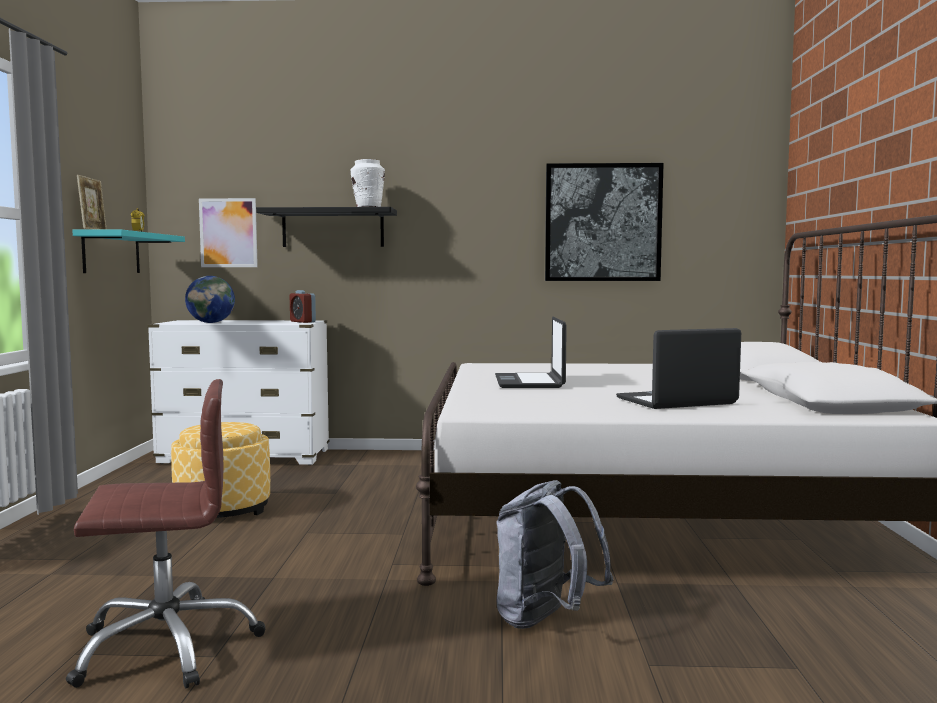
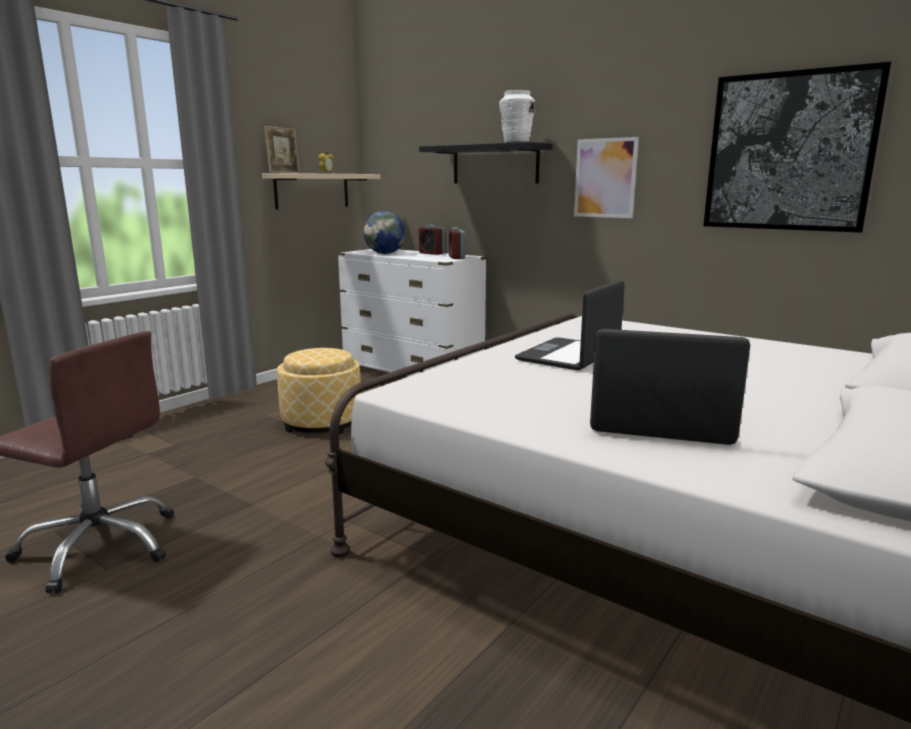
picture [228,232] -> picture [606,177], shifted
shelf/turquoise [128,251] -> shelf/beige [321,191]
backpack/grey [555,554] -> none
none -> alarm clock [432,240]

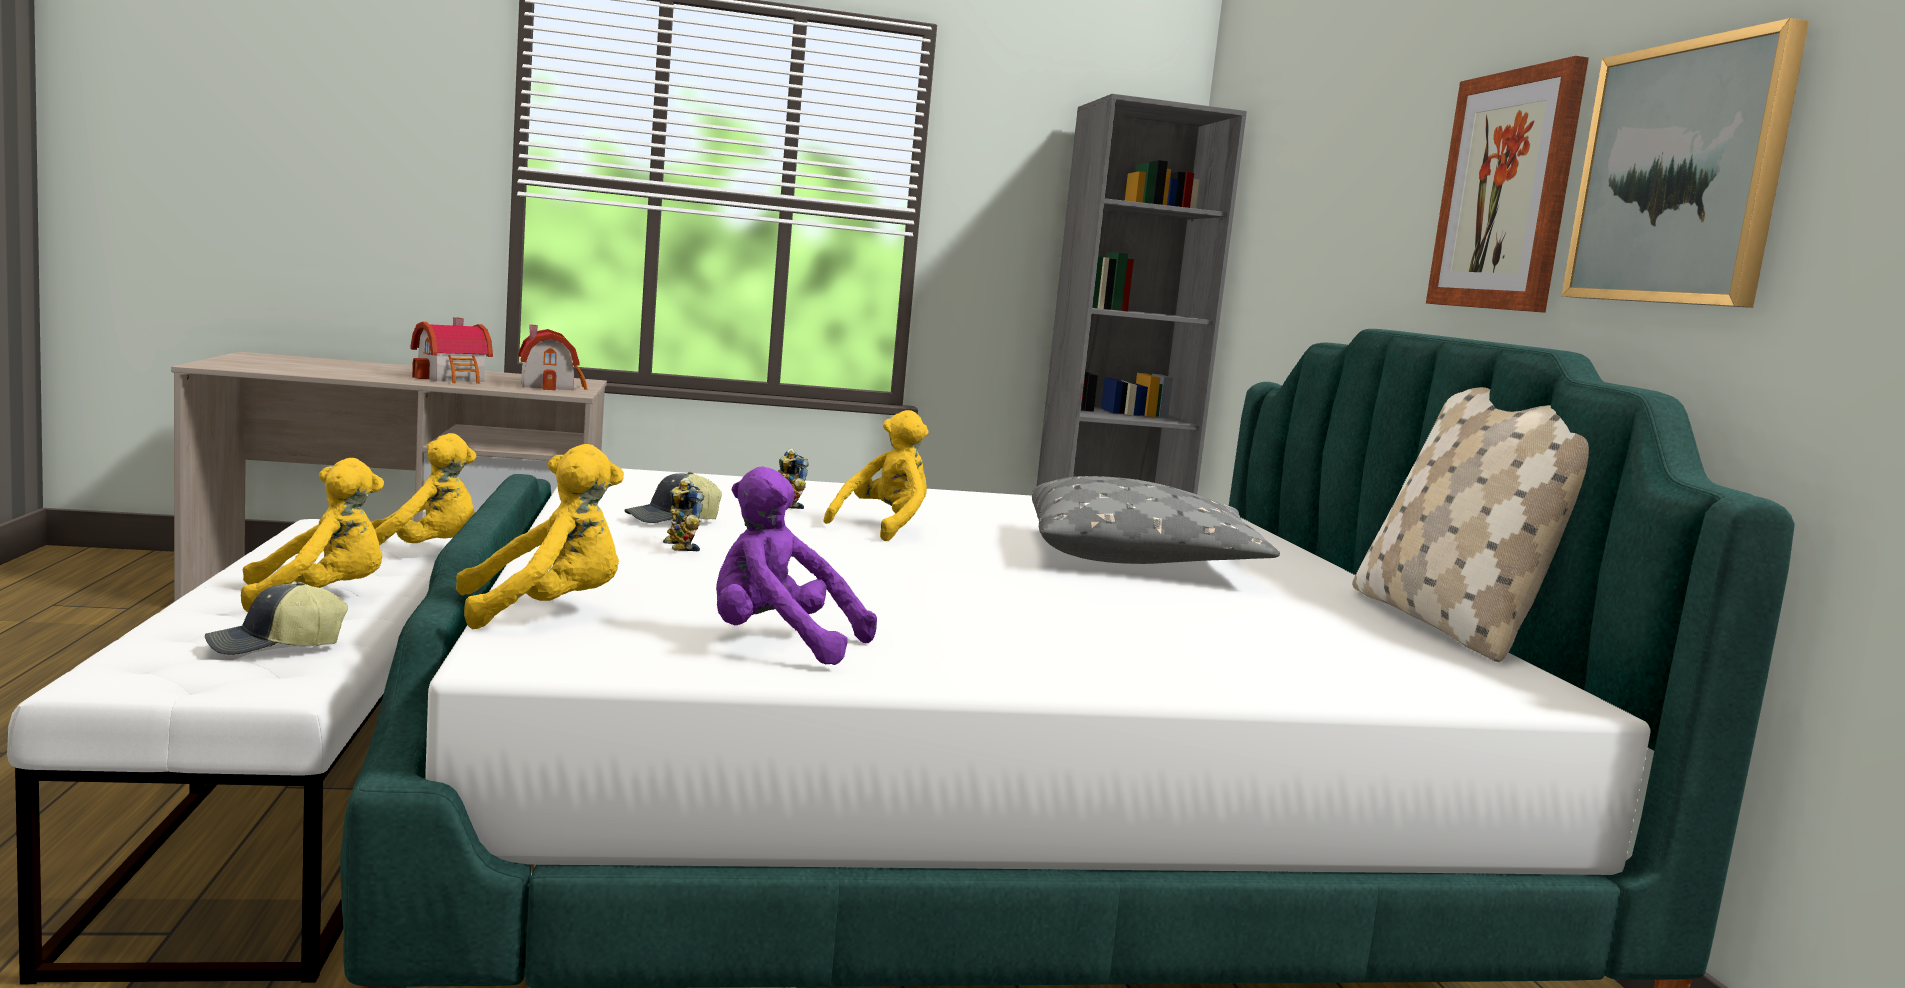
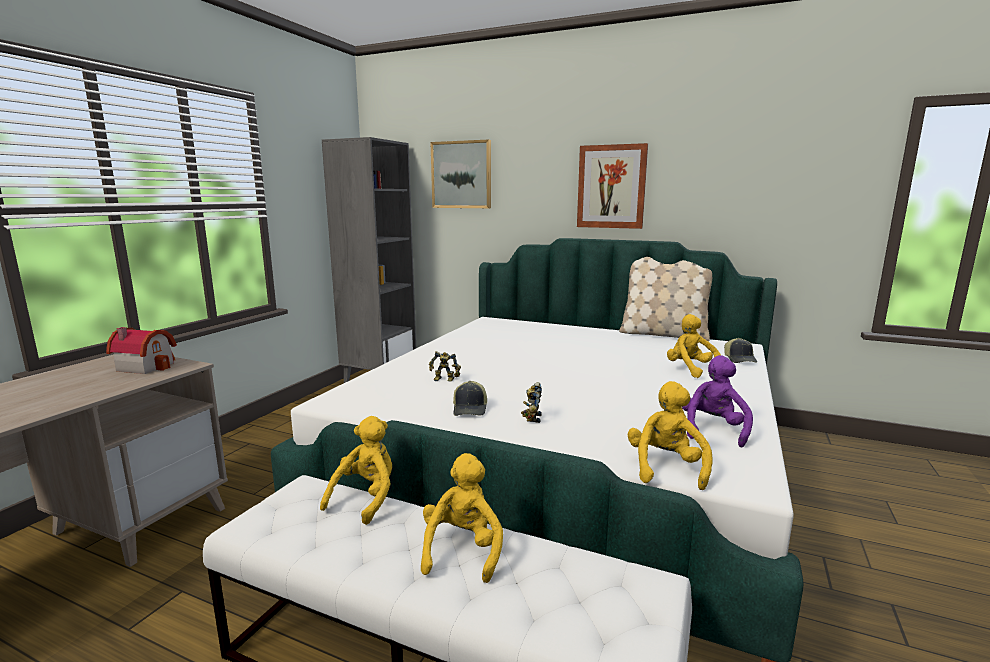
picture [1685,163] -> picture [460,173], shifted
toy house [451,350] -> none
plush toy/yellow [876,475] -> plush toy/yellow [694,346], shifted
plush toy/purple [796,565] -> plush toy/purple [717,401], 150 degrees clockwise
pillow/grey [1156,520] -> none
toy robot [683,514] -> toy robot [531,402], 90 degrees clockwise
cap [276,618] -> cap [740,350], shifted

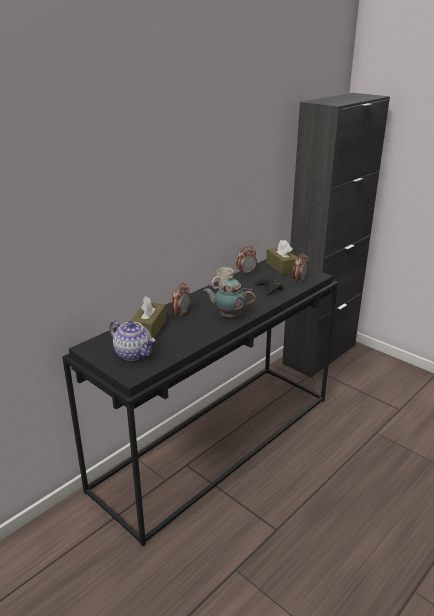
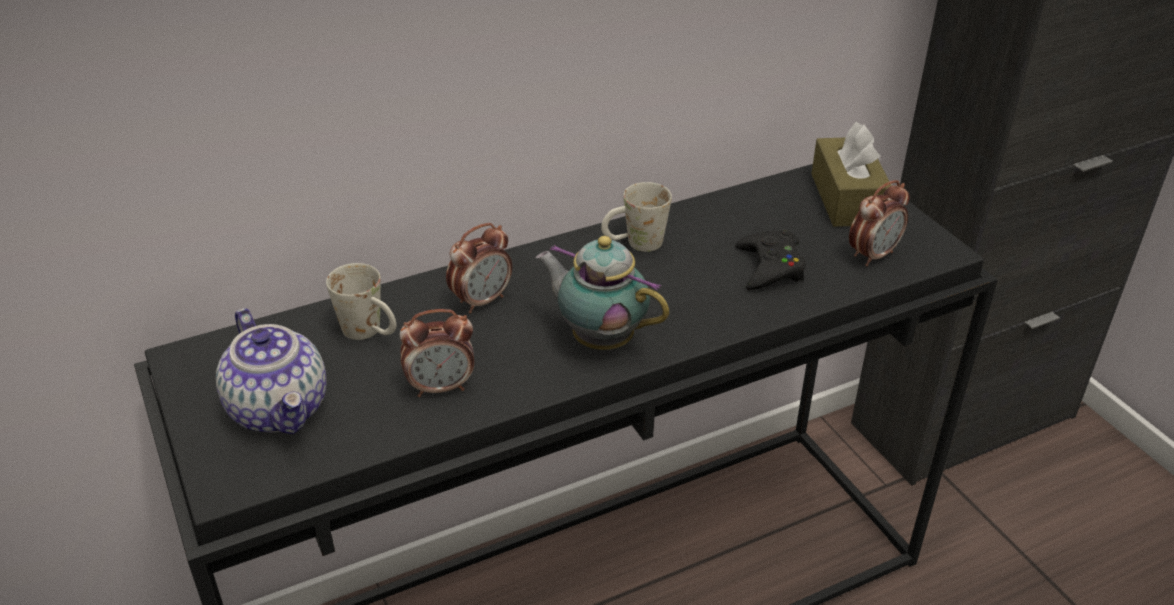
alarm clock [246,260] -> alarm clock [436,353], shifted
tissue box/brown [148,317] -> mug/white [361,301]

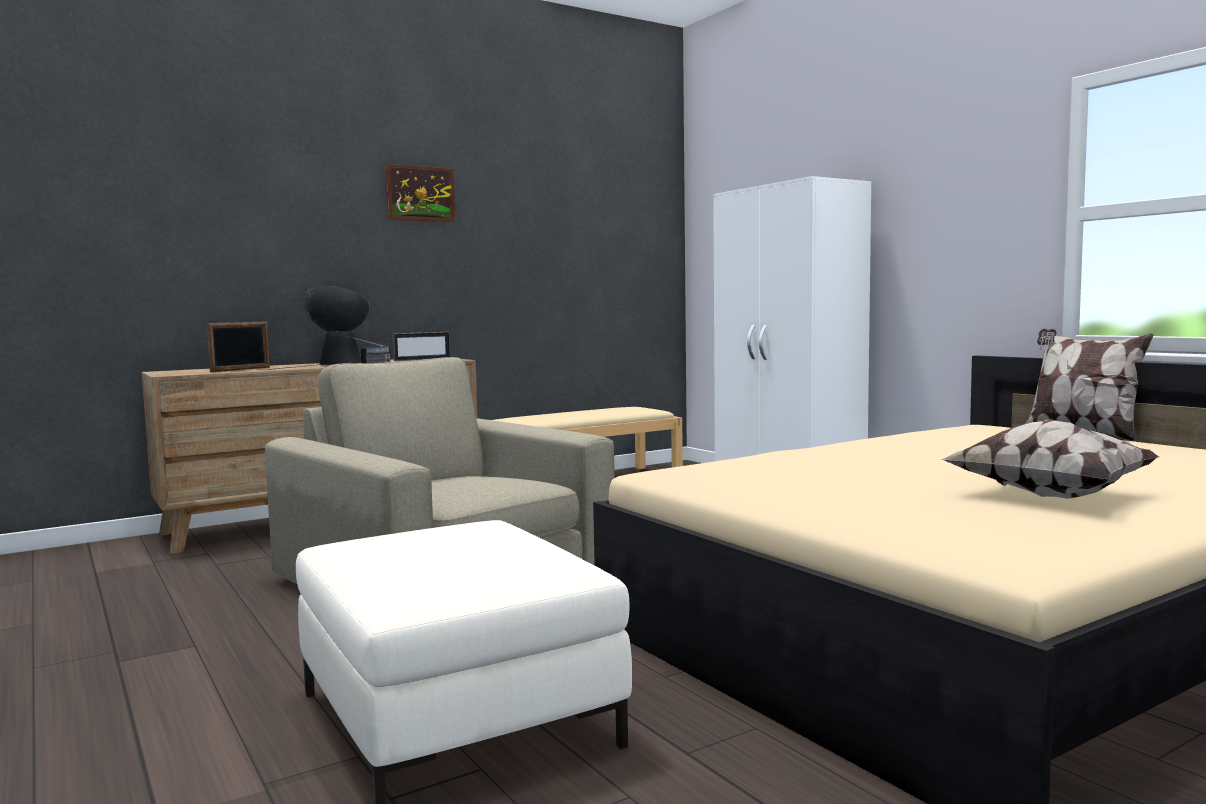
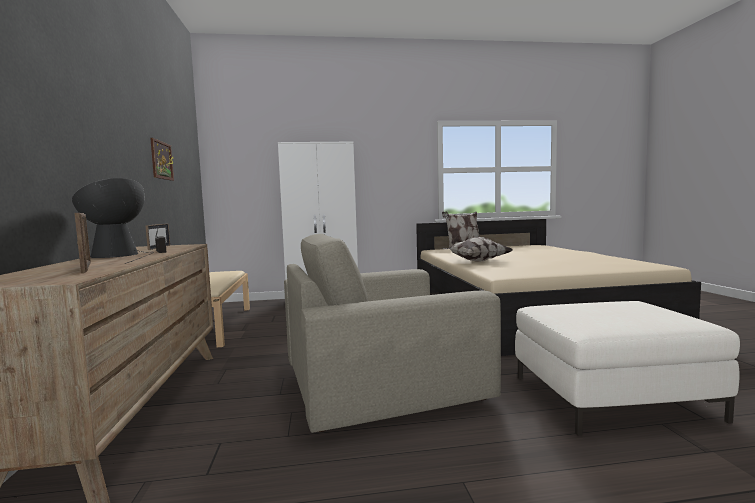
picture [421,193] -> picture [162,159], shifted
pillow [1049,459] -> pillow [478,249], shifted

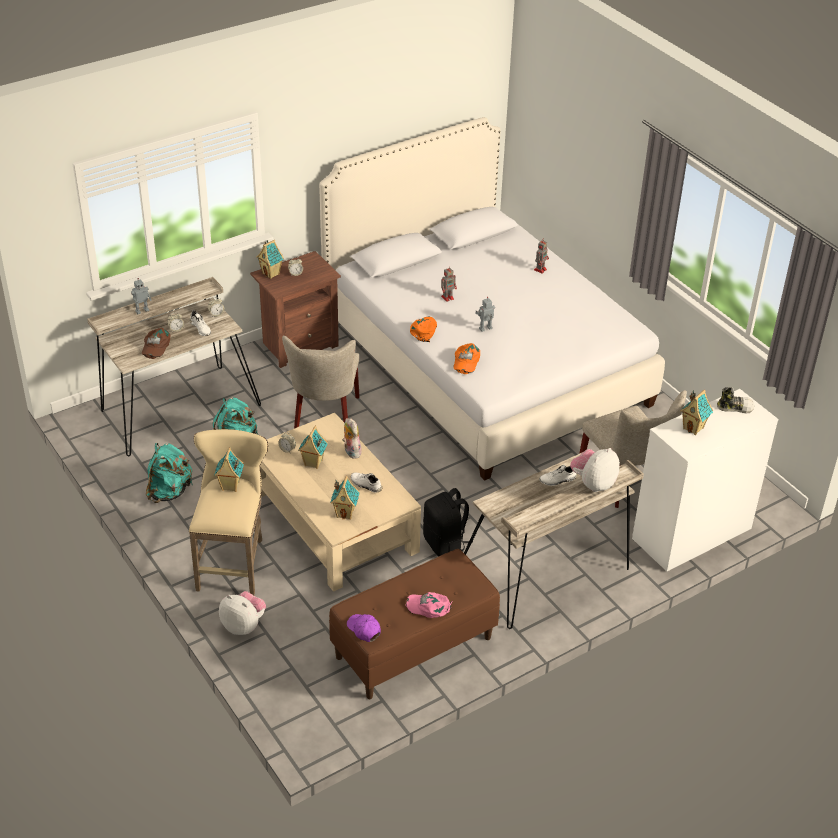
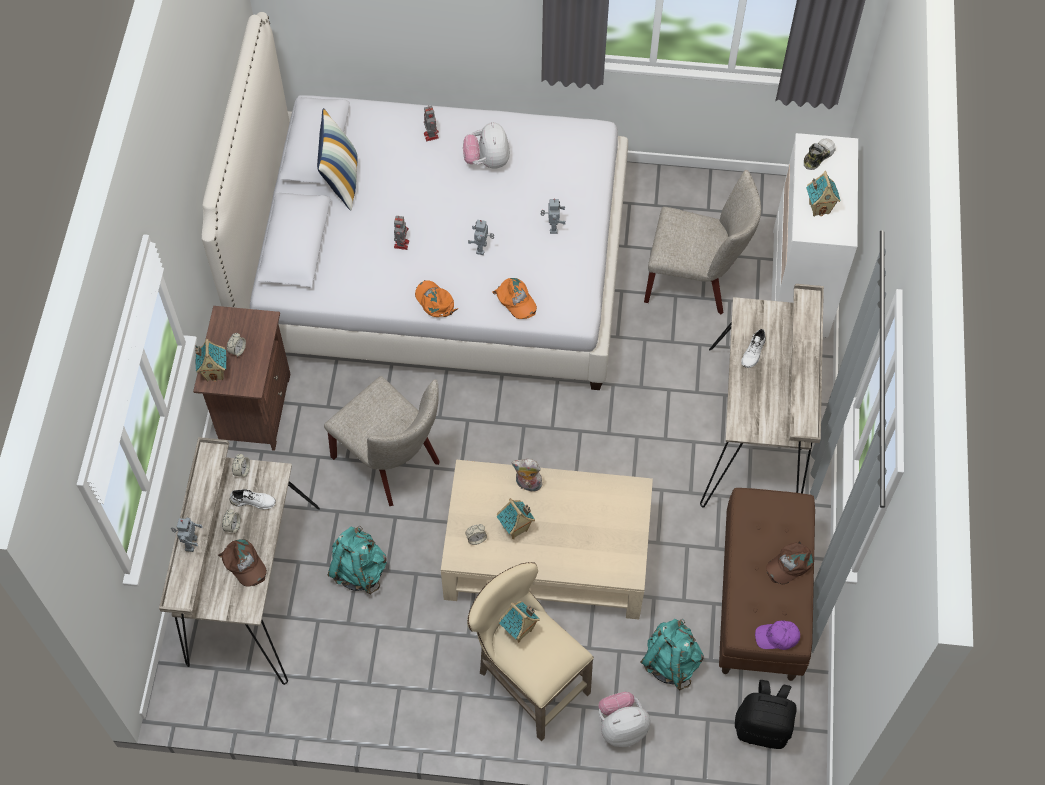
backpack/turquoise [169,473] -> backpack/turquoise [672,655], shifted
plush toy [595,470] -> plush toy [486,145], shifted
shoe/white [366,483] -> none
toy house [345,498] -> none
backpack/black [448,522] -> backpack/black [766,714], shifted
cap/pink [429,605] -> cap/brown [790,562]
none -> pillow [337,159]
none -> toy robot [553,216]

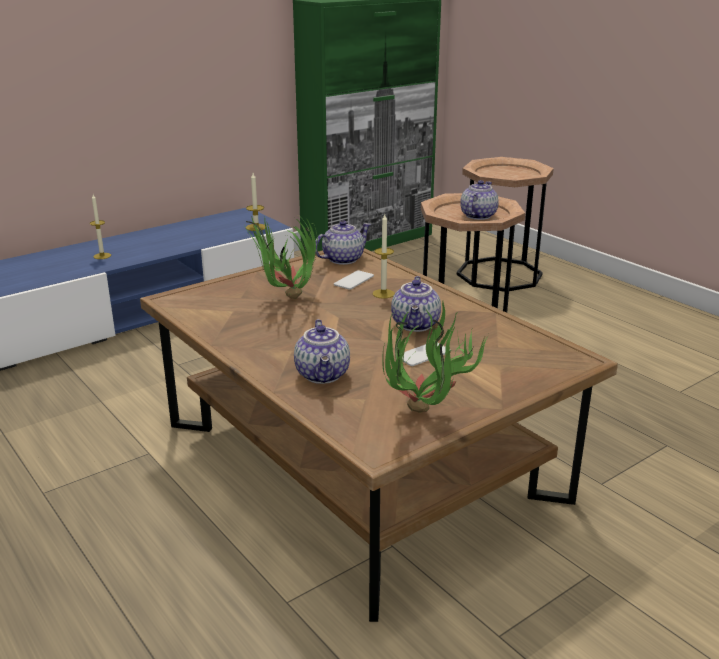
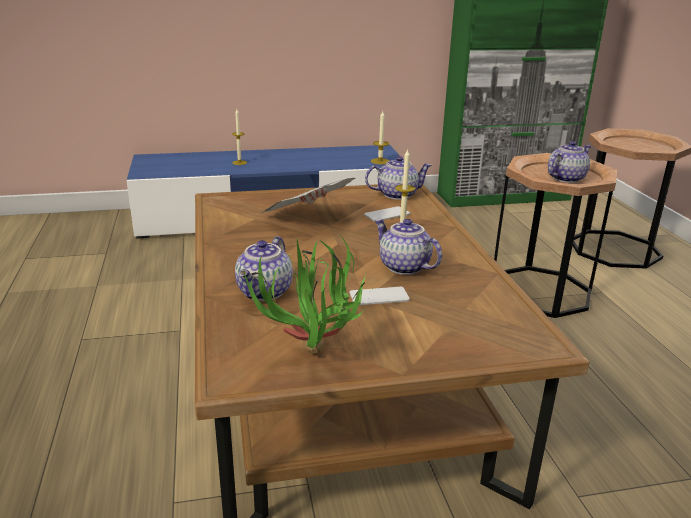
potted plant [281,257] -> newspaper [308,195]
teapot [416,304] -> teapot [408,247], 105 degrees clockwise

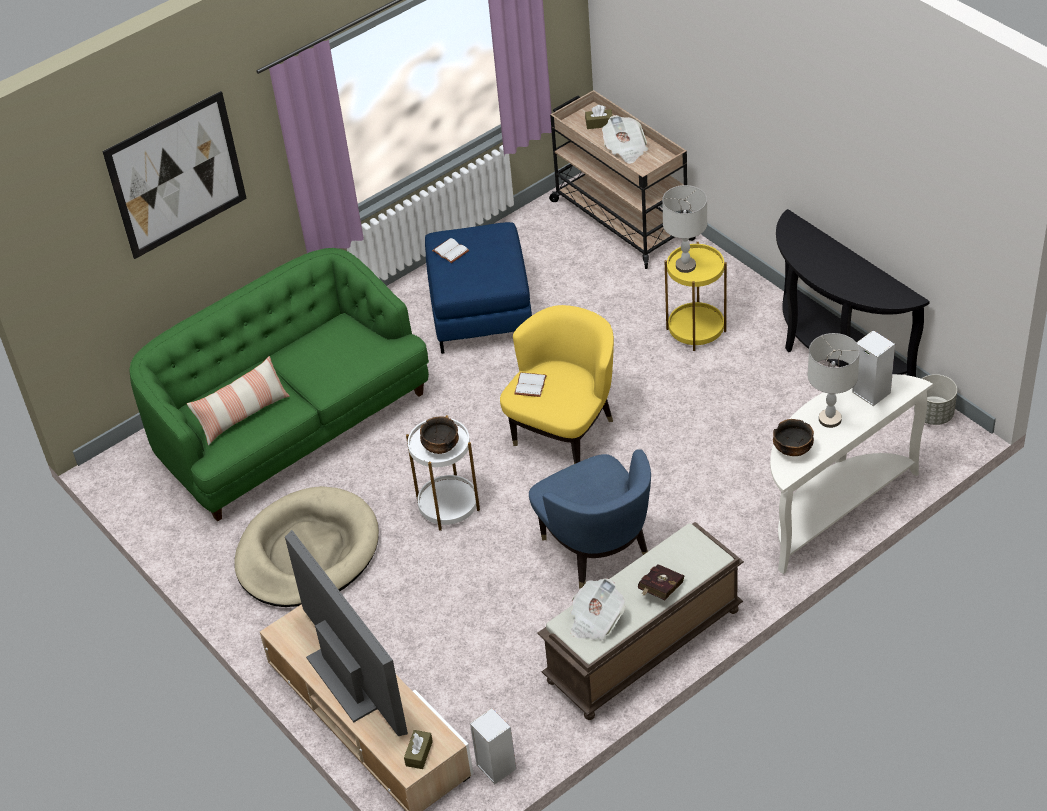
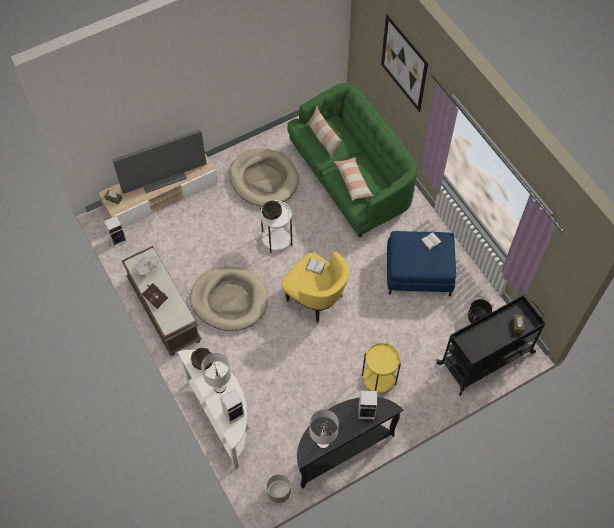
cart/beige [622,179] -> cart/black [491,345]
newspaper [625,139] -> none
table lamp/grey [684,229] -> table lamp/grey [324,429], shifted
armchair/blue [590,519] -> dog bed/beige [229,299]
none -> pillow [353,179]
none -> planter/black [480,311]
none -> speaker [368,404]

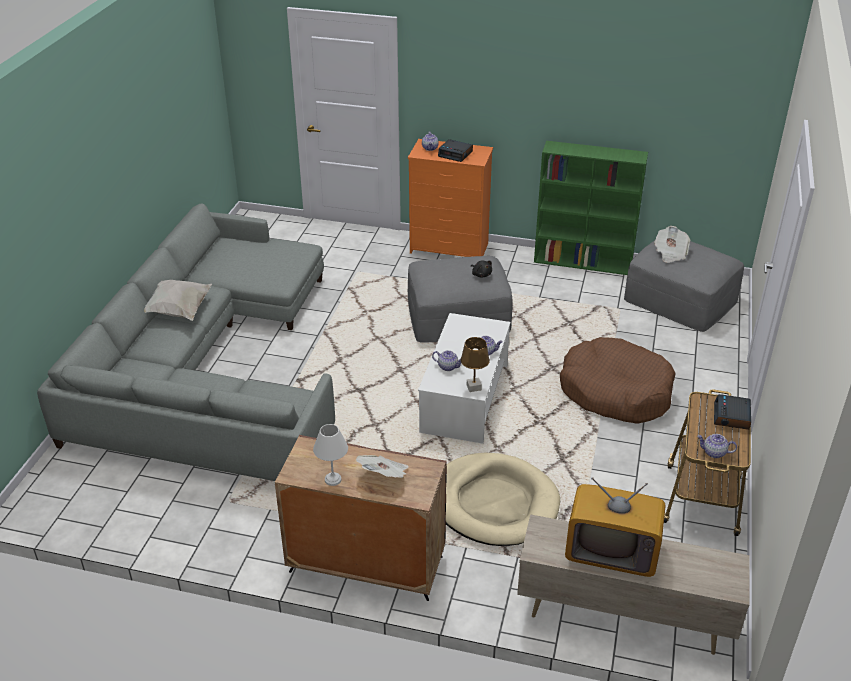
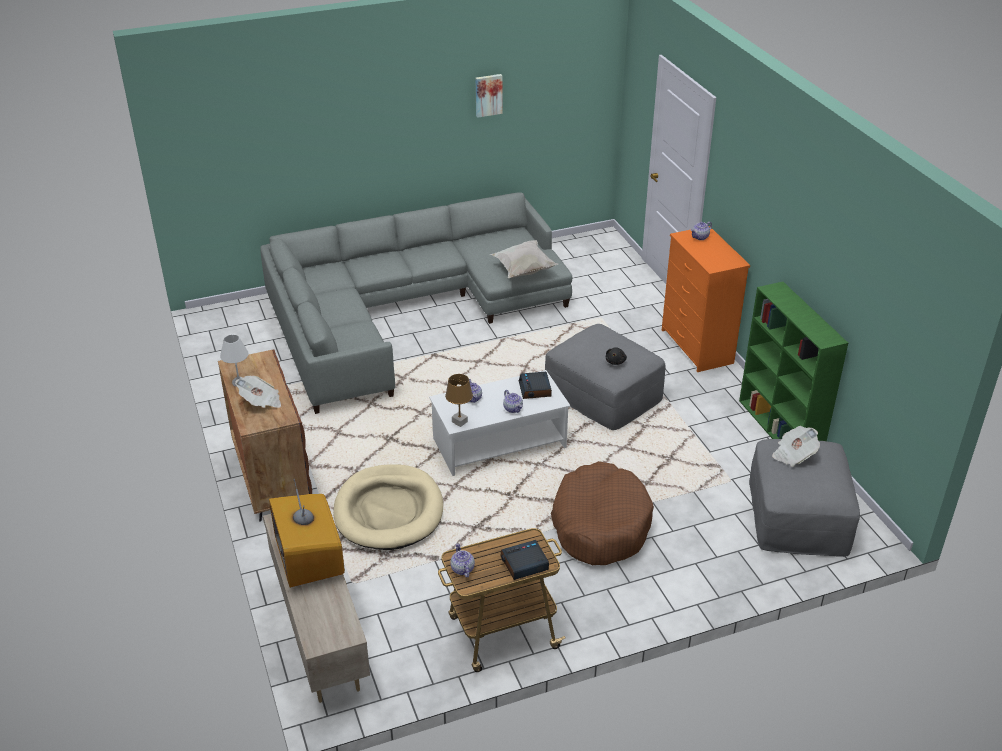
alarm clock [455,150] -> alarm clock [535,385], shifted
pillow/white [178,300] -> pillow/white [524,259], shifted
none -> picture [489,96]

